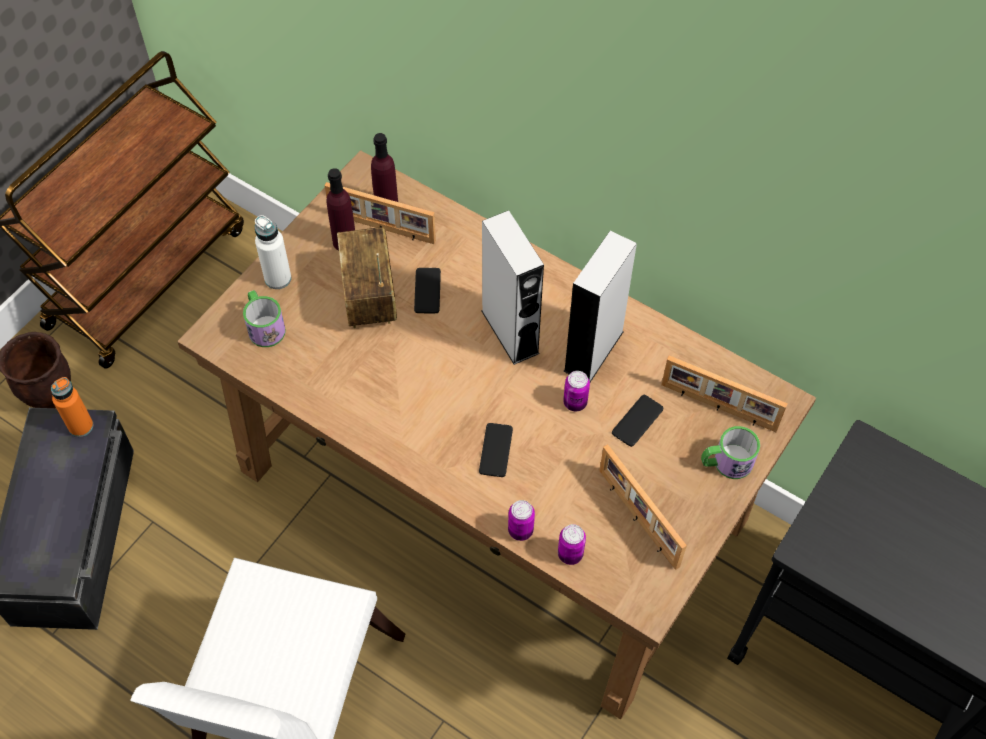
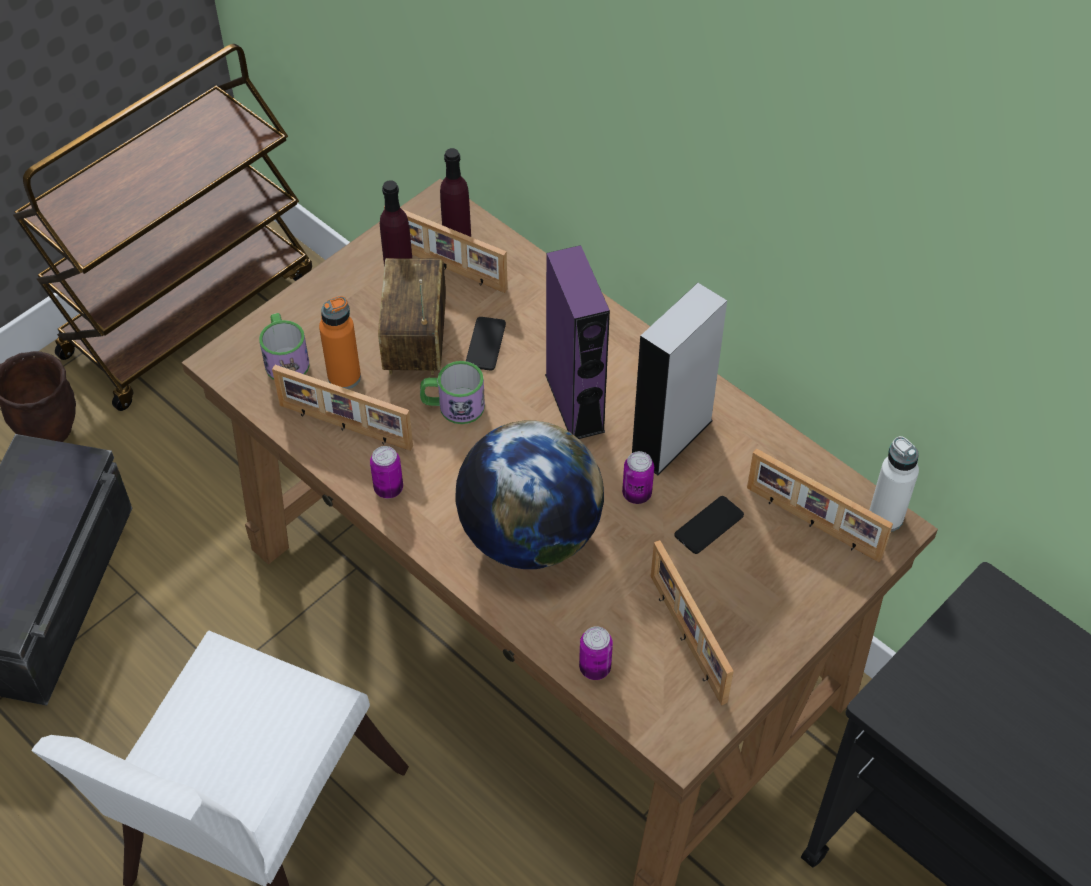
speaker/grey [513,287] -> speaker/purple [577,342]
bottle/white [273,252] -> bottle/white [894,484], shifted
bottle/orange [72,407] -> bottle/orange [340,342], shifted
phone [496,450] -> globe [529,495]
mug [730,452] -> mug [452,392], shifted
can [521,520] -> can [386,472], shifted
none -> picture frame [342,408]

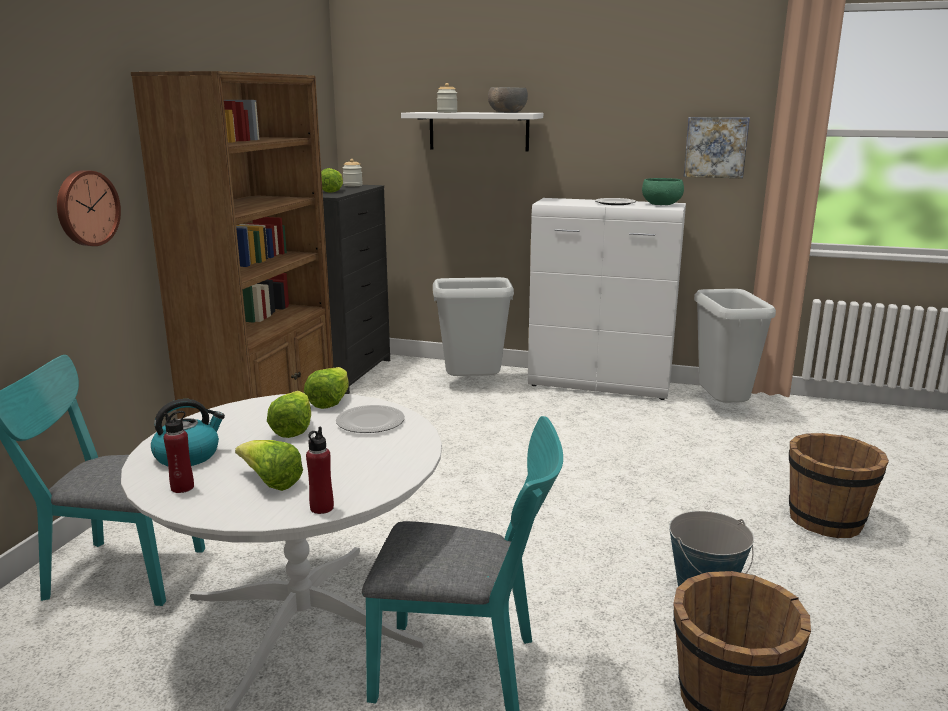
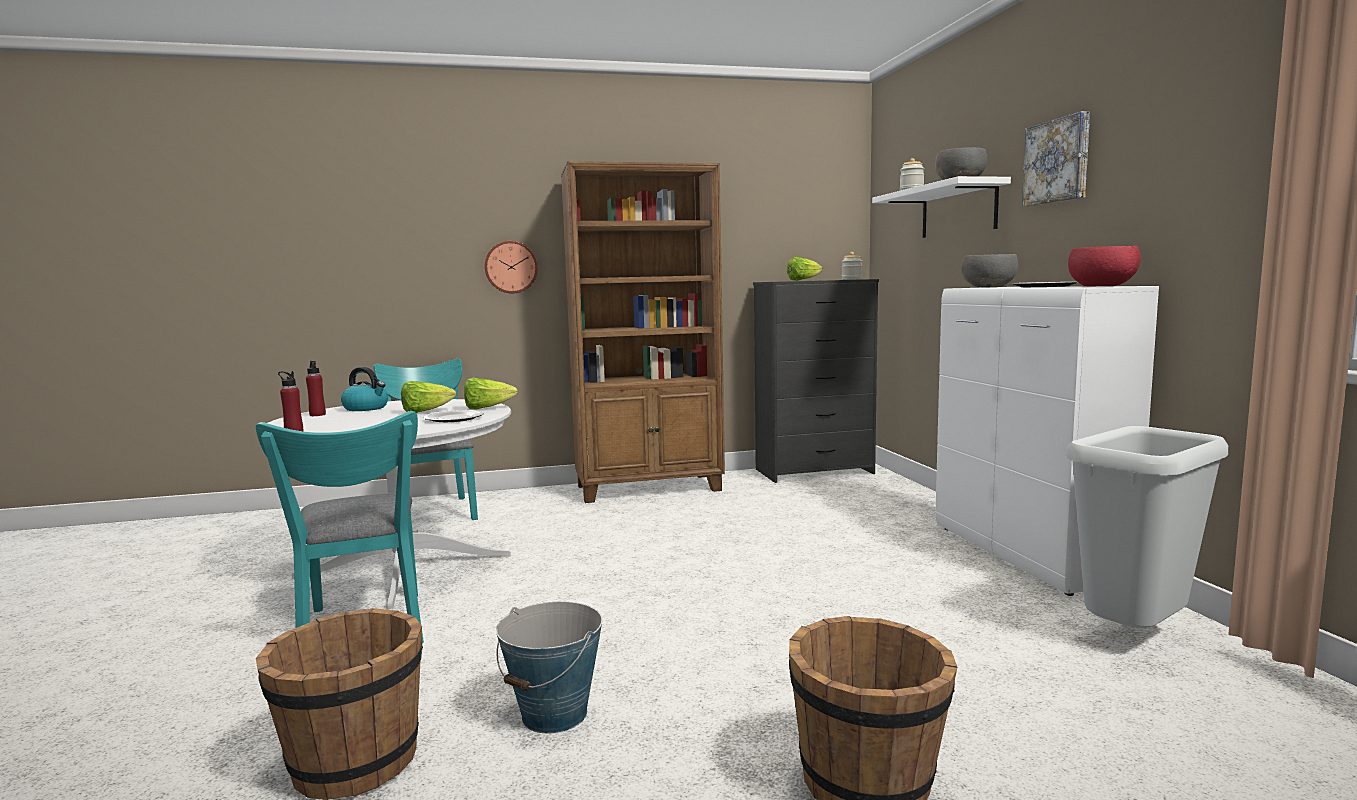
picture [717,148] -> picture [1056,158], shifted
bowl/green [663,191] -> bowl/red [1104,266]
trash can/grey [473,326] -> none
lettuce [269,465] -> none
none -> bowl/grey [989,270]

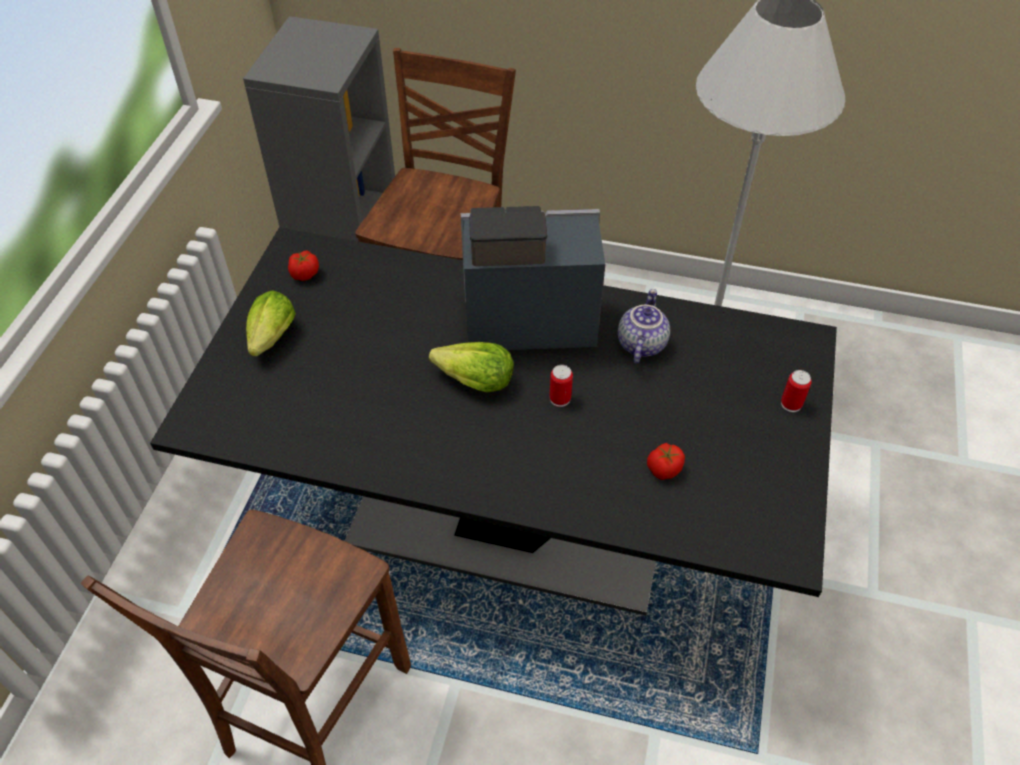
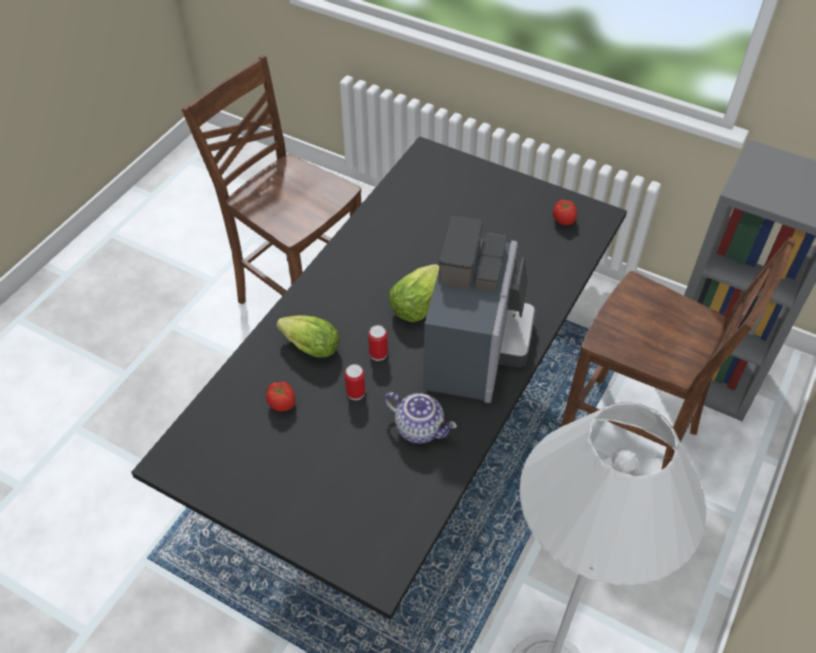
lettuce [271,323] -> lettuce [308,336], shifted
can [796,391] -> can [355,382], shifted

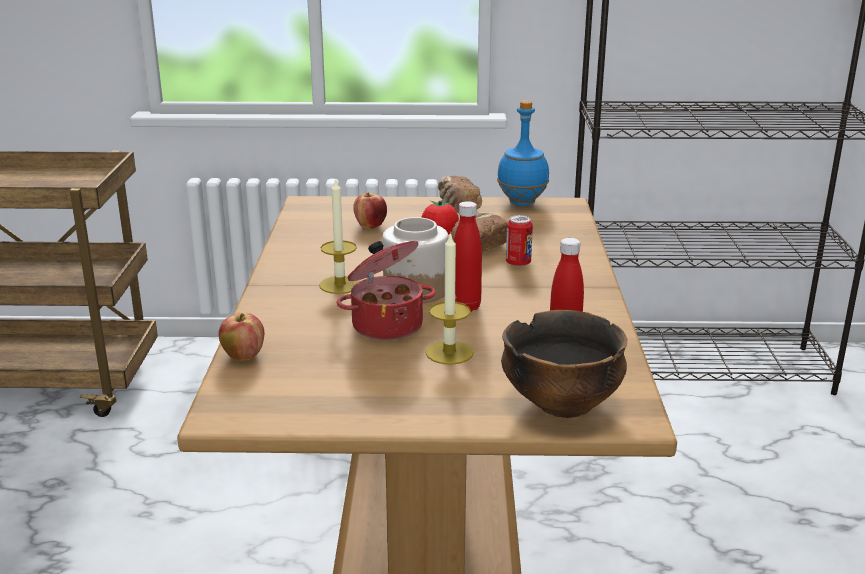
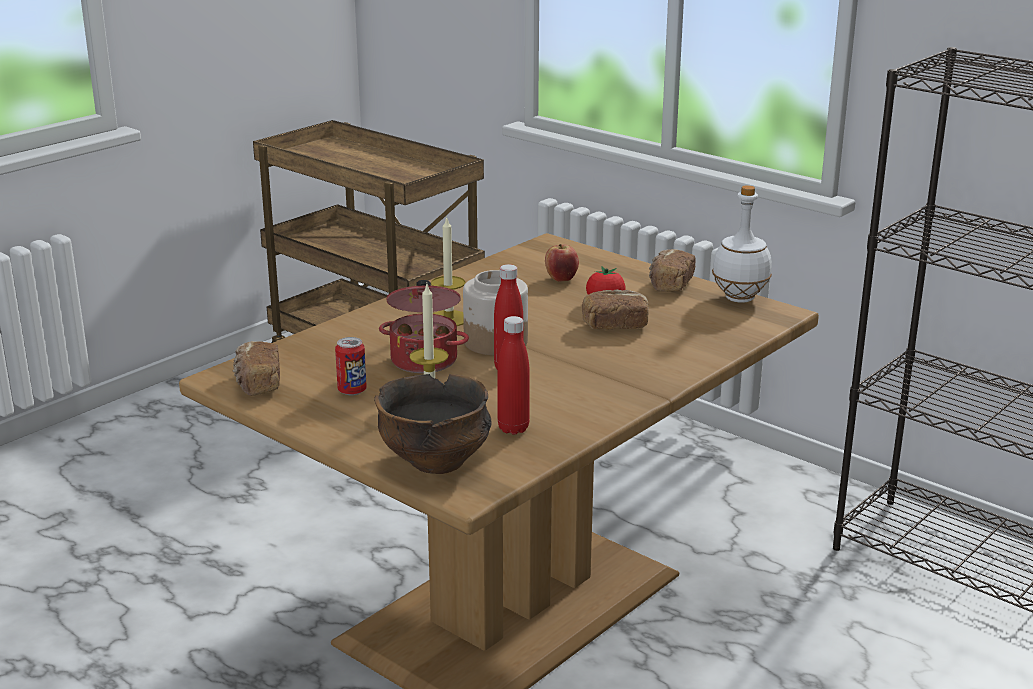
bottle/blue [523,153] -> bottle/white [742,244]
can [519,241] -> can [351,366], shifted
apple [241,336] -> none
none -> bread [256,368]

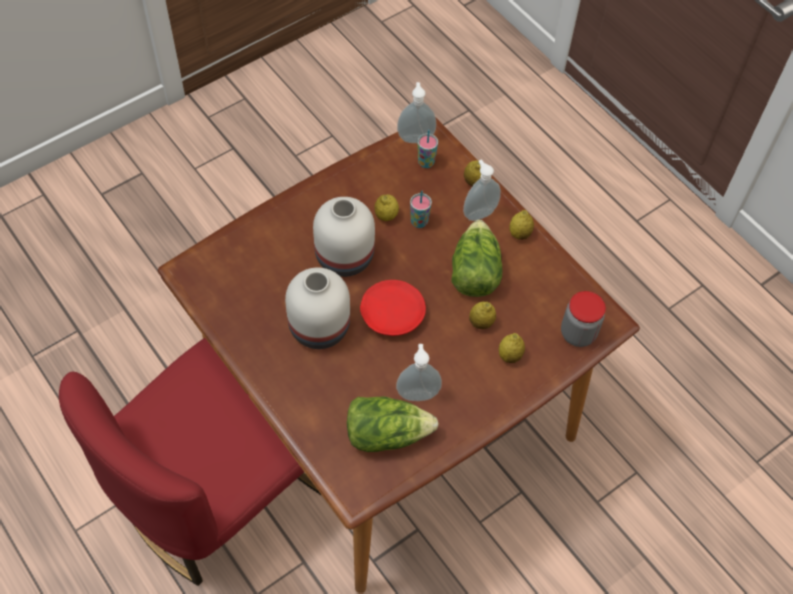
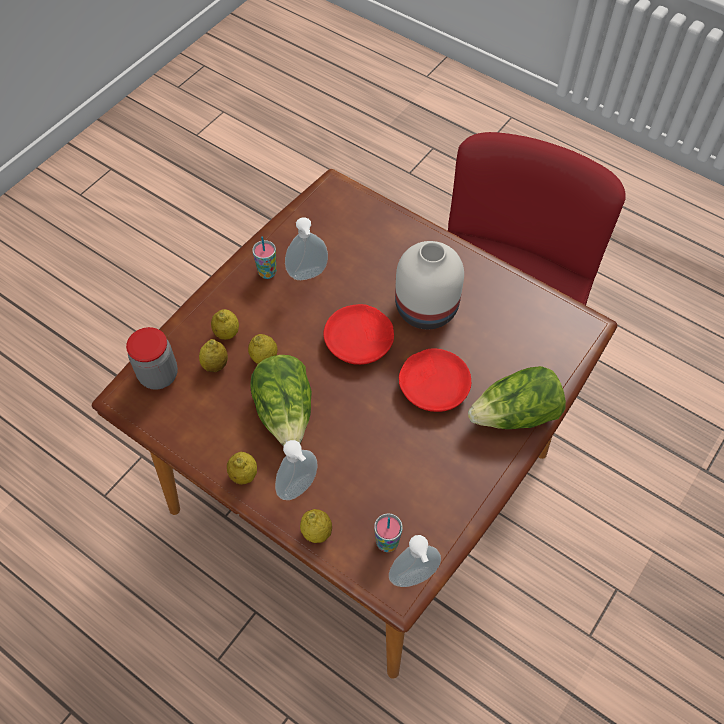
cup [421,209] -> cup [264,257], shifted
lemon [386,207] -> lemon [213,355], shifted
vase/white [344,237] -> plate/red [435,380]
lettuce [393,424] -> lettuce [517,397], shifted

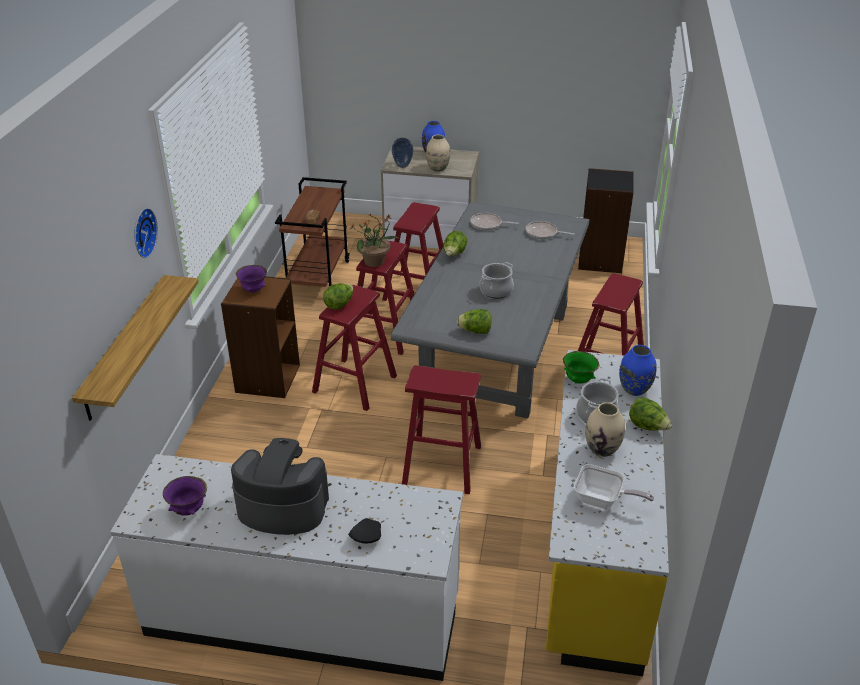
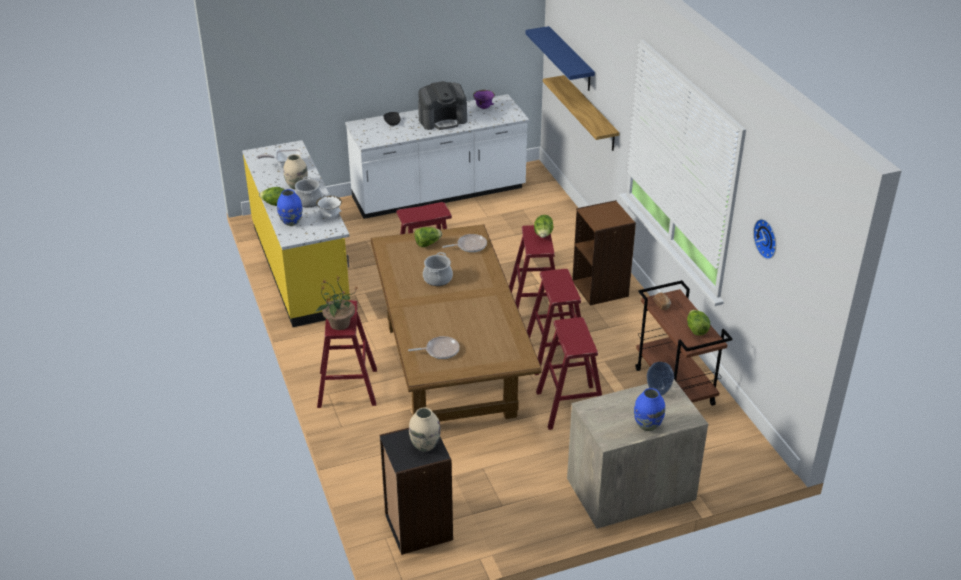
vase/beige [438,153] -> vase/beige [425,429], shifted
dining table/grey [490,310] -> dining table/brown [456,323]
wall clock [146,233] -> wall clock [764,239], shifted
potted plant [375,240] -> potted plant [336,303], shifted
frying pan [494,222] -> frying pan [464,243], shifted
lettuce [455,243] -> lettuce [698,323], shifted
bowl/purple [251,278] -> none
bowl/green [581,367] -> bowl/white [329,207]
none -> shelf/blue [560,58]

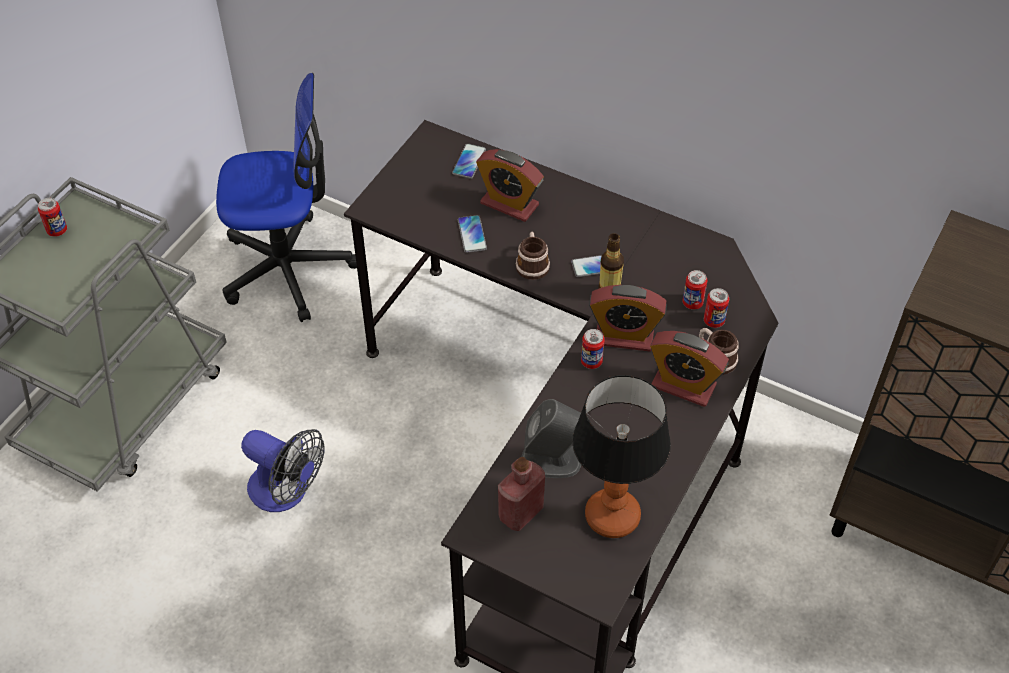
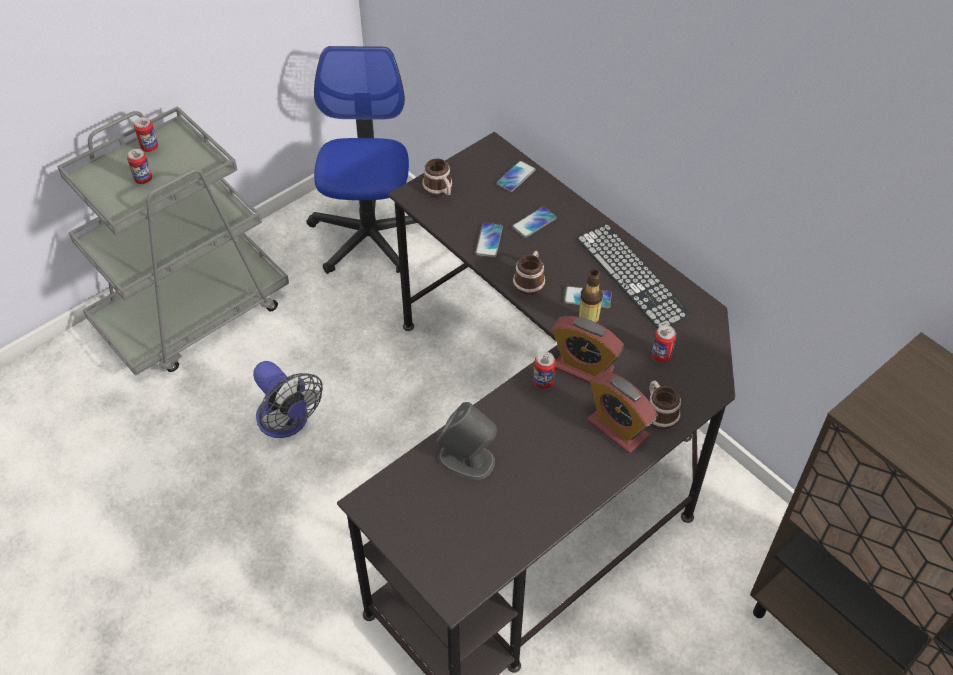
office chair [286,197] -> office chair [362,160], 105 degrees counterclockwise
alarm clock [510,185] -> phone [534,222]
can [716,308] -> can [139,166], shifted
table lamp [621,456] -> none
bottle/red [521,494] -> none
none -> mug [437,178]
none -> keyboard [633,276]

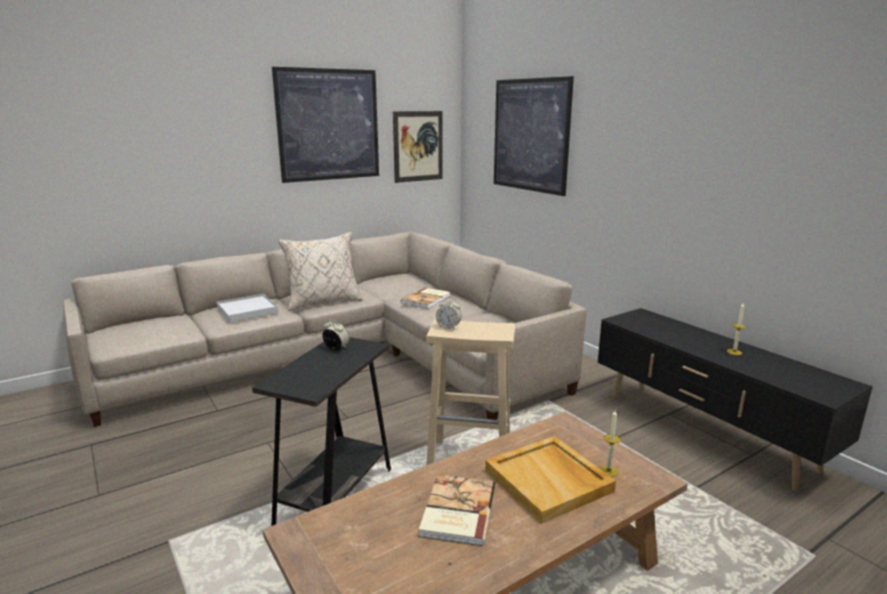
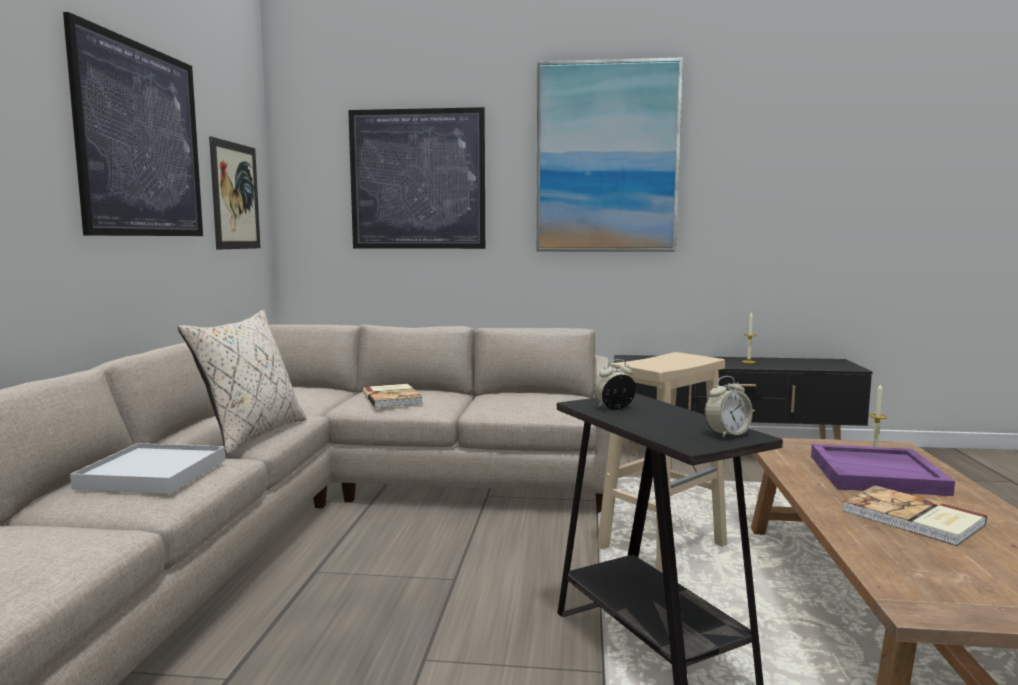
alarm clock [449,313] -> alarm clock [728,407], shifted
tray/beige [550,480] -> tray/purple [883,470]
none -> picture [609,154]

